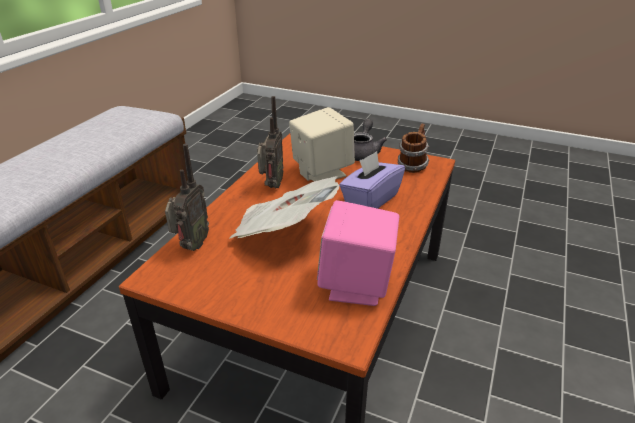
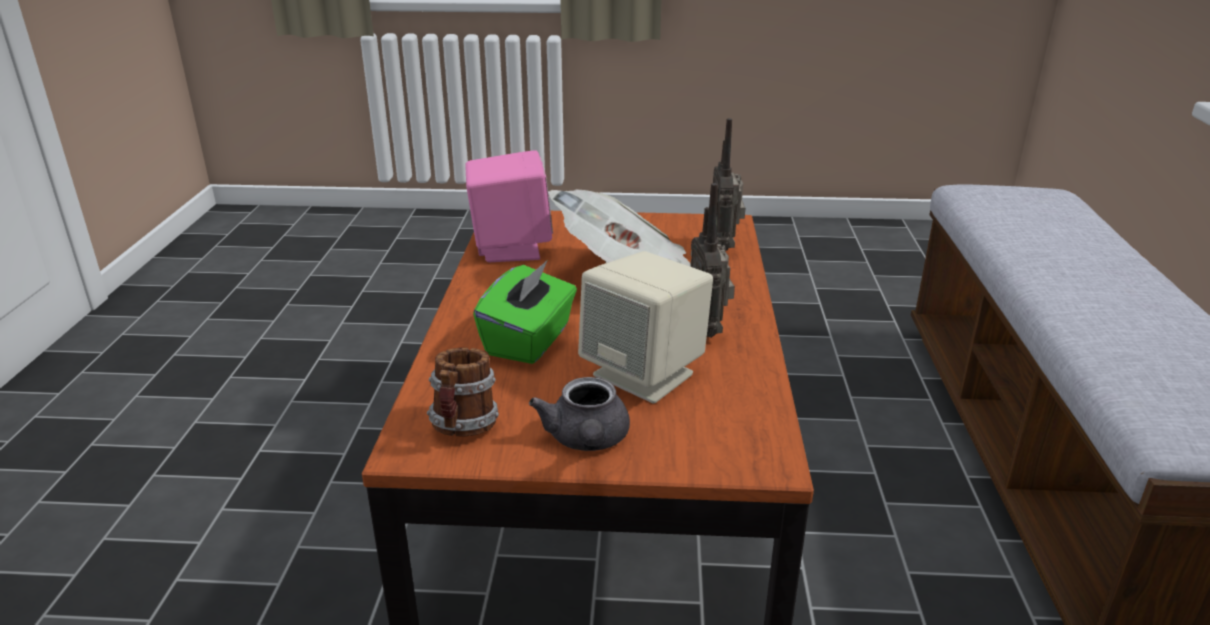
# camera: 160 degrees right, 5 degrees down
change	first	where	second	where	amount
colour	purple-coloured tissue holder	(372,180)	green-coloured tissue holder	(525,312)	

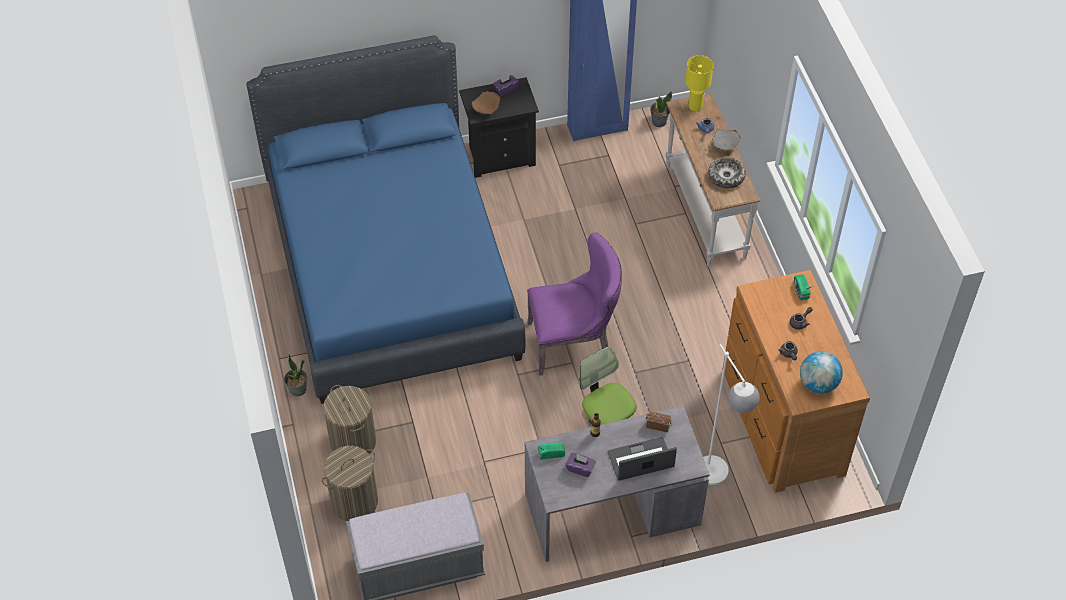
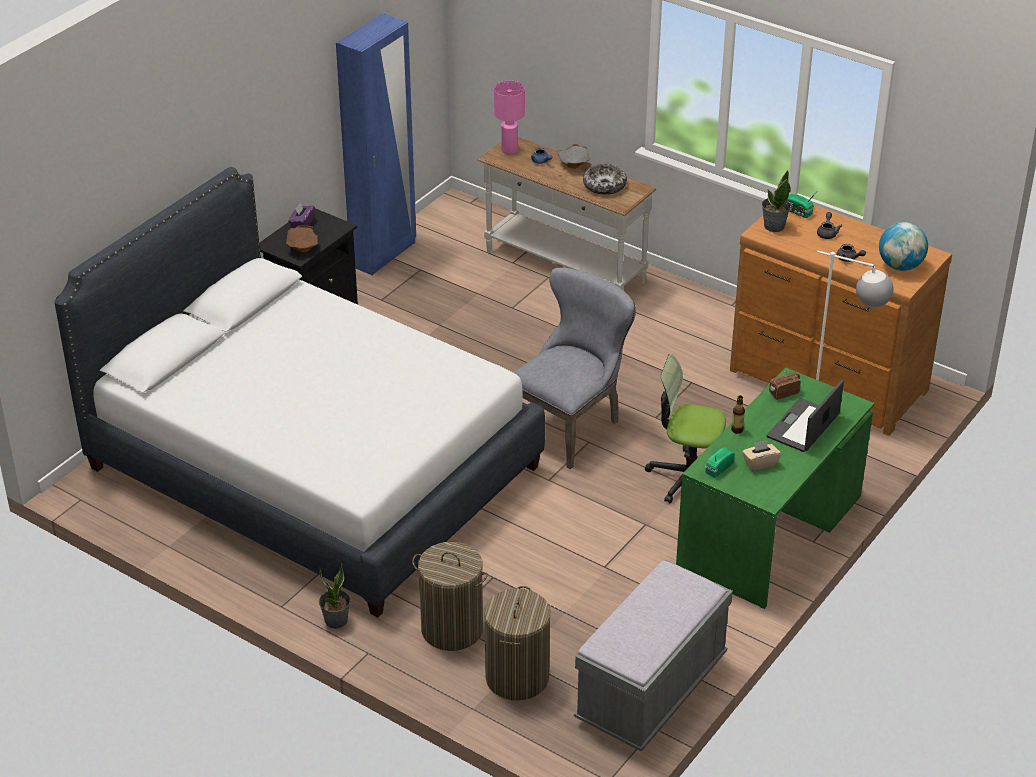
# camera: 40 degrees left, 15 degrees down
change	first	where	second	where	amount
colour	bluish sleeping bed	(386,219)	whitish sleeping bed	(299,392)	
colour	greyish desk unit	(617,484)	green-coloured desk unit	(775,488)	
colour	purple-coloured chair	(574,304)	greyish chair	(574,368)	
colour	purple-coloured tissue holder	(581,465)	beige-coloured tissue holder	(761,455)	
relocated	houseplant	(661,109)		(776,201)	
colour	yellowish lamp for a table	(699,83)	pinkish lamp for a table	(509,117)	

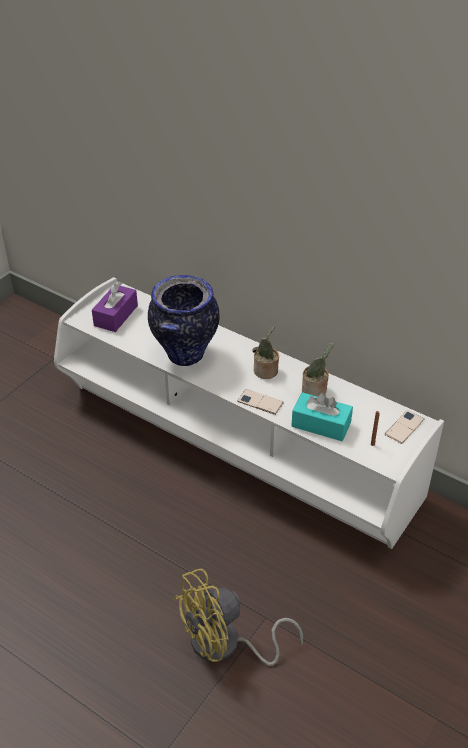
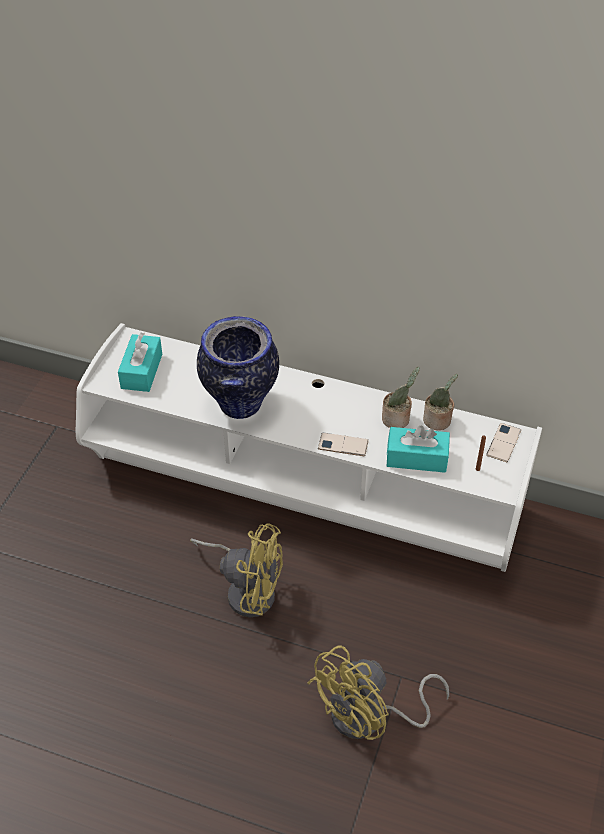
# camera: 15 degrees left, 5 degrees up
change	first	where	second	where	amount
colour	purple-coloured tissue holder	(115,307)	turquoise tissue holder	(140,362)	
relocated	houseplant	(266,352)		(440,402)	
appeared			yellowish electric fan	(236,570)	

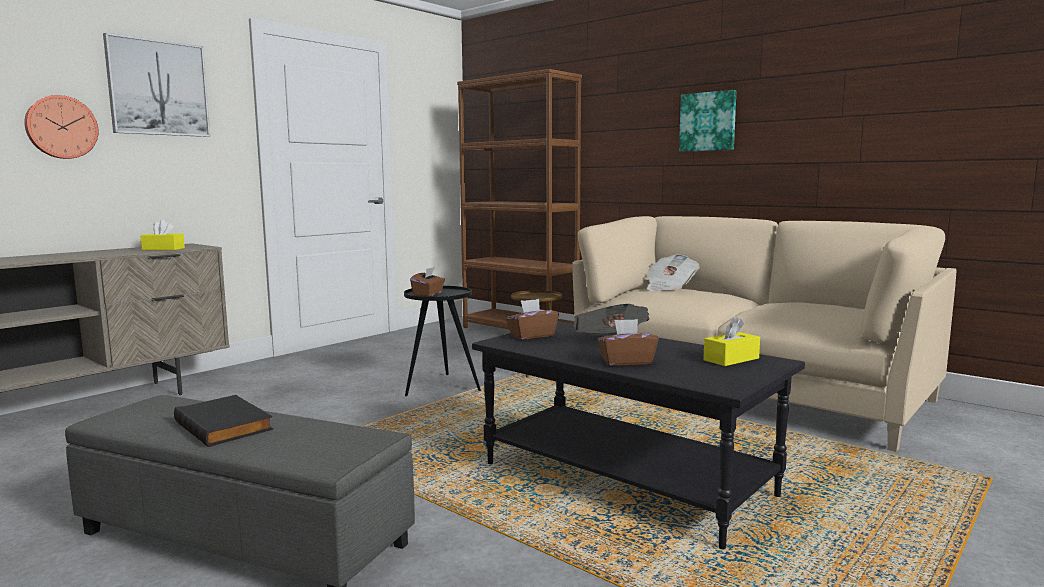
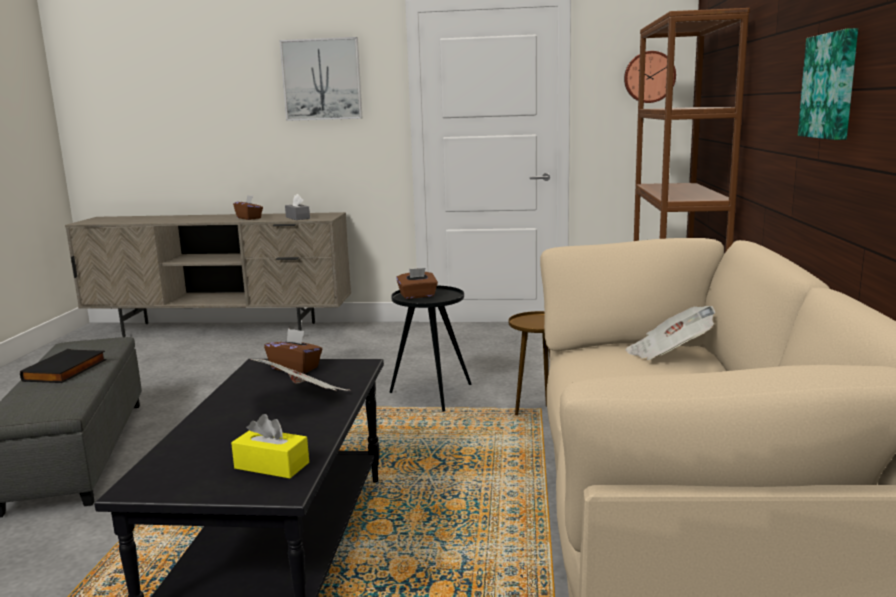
# camera: 55 degrees right, 5 degrees up
change	first	where	second	where	amount
relocated	clock on the wall	(61,127)		(650,77)	
colour	yellowish tissue holder	(162,235)	greyish tissue holder	(297,207)	
relocated	brown-coloured tissue holder	(628,342)		(248,208)	

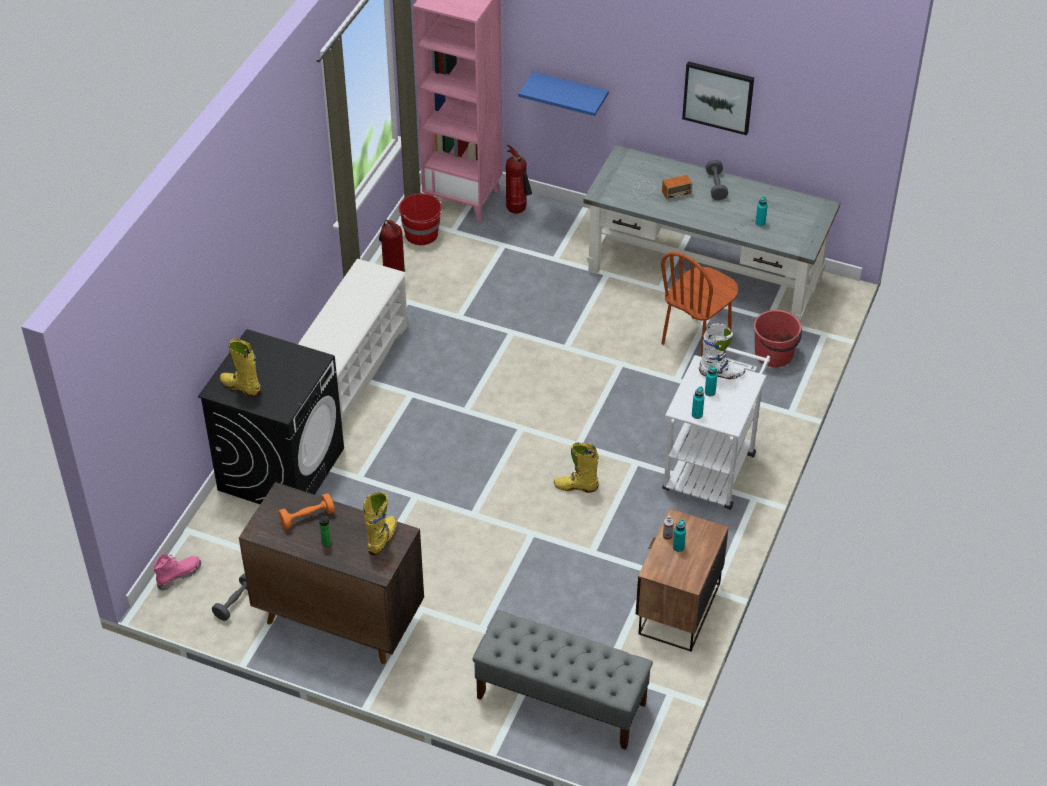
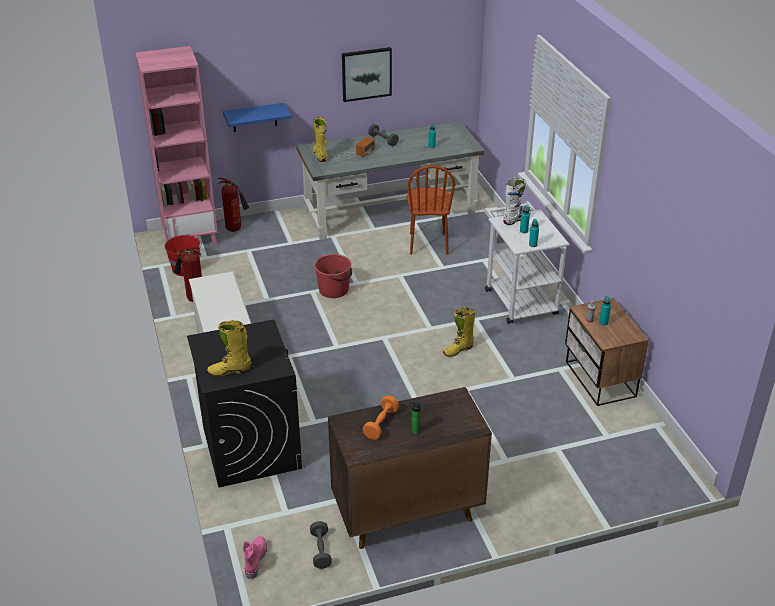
# camera: 40 degrees left, 10 degrees down
change	first	where	second	where	amount
relocated	yellowish tall boot	(380,523)		(320,139)	
missing	greyish long seat	(562,680)			
relocated	reddish pail	(778,338)		(333,276)	

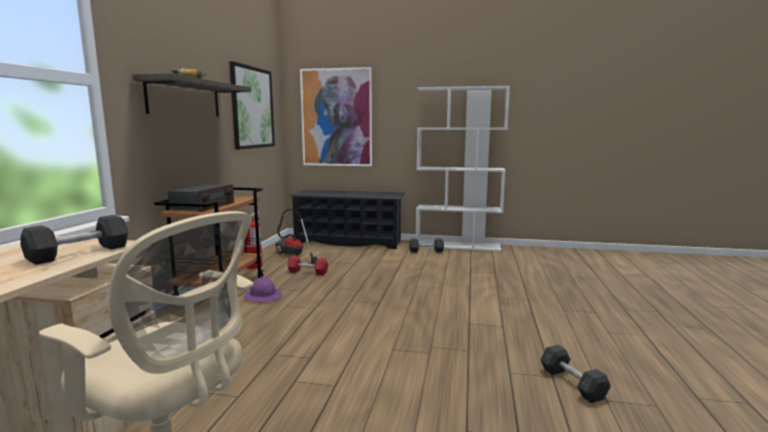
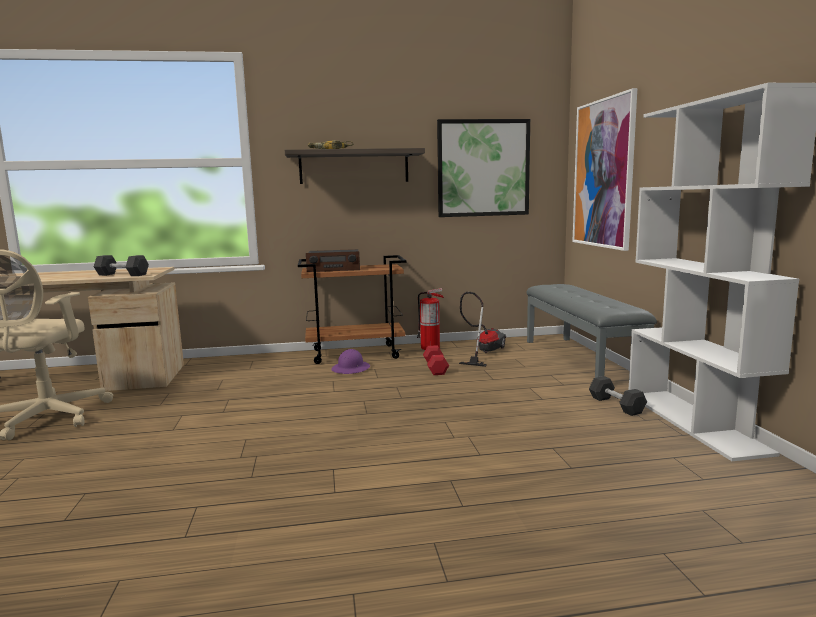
# camera: 70 degrees right, 0 degrees up
change	first	where	second	where	amount
exchanged	black shoe rack	(347,219)	greyish long seat	(591,330)	
missing	greyish dumbbell	(575,374)			

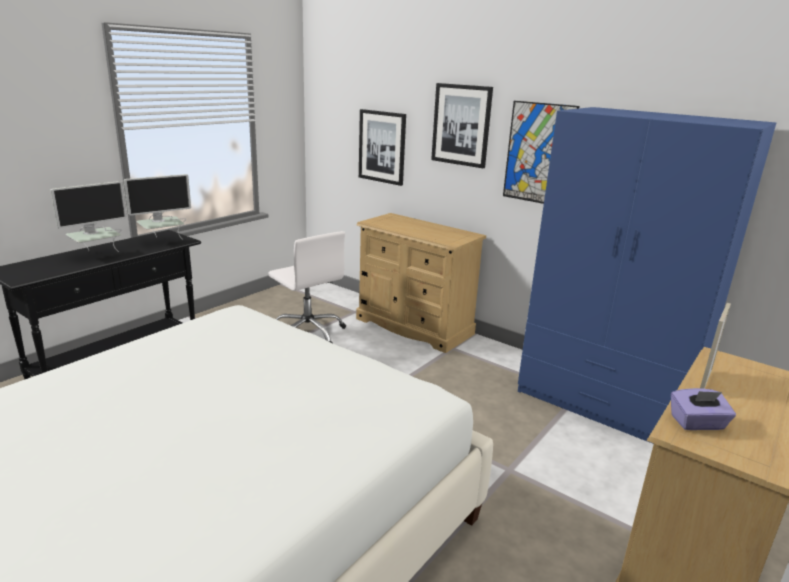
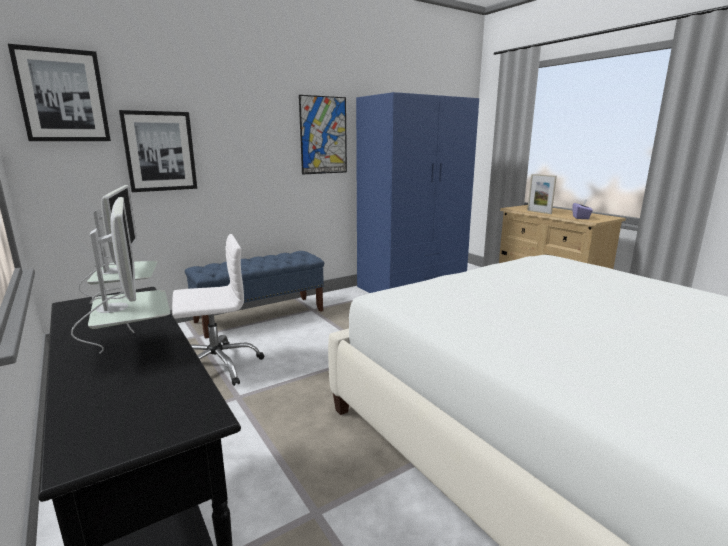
# camera: 70 degrees left, 5 degrees down
change	first	where	second	where	amount
exchanged	beige-coloured dresser	(421,283)	bluish long seat	(254,295)	
relocated	picture	(462,125)		(59,92)	

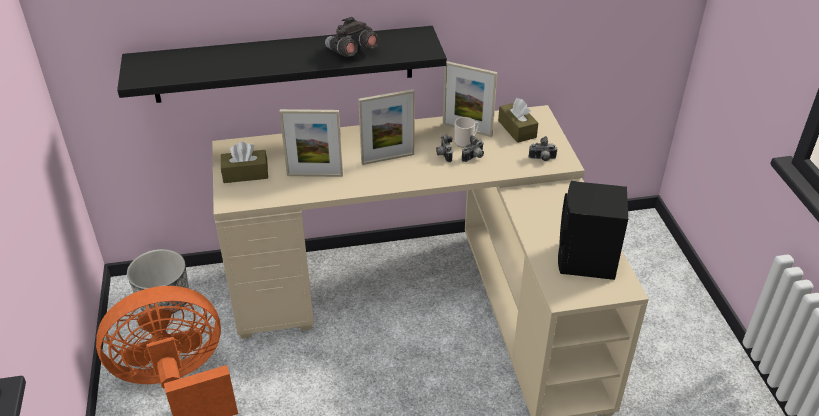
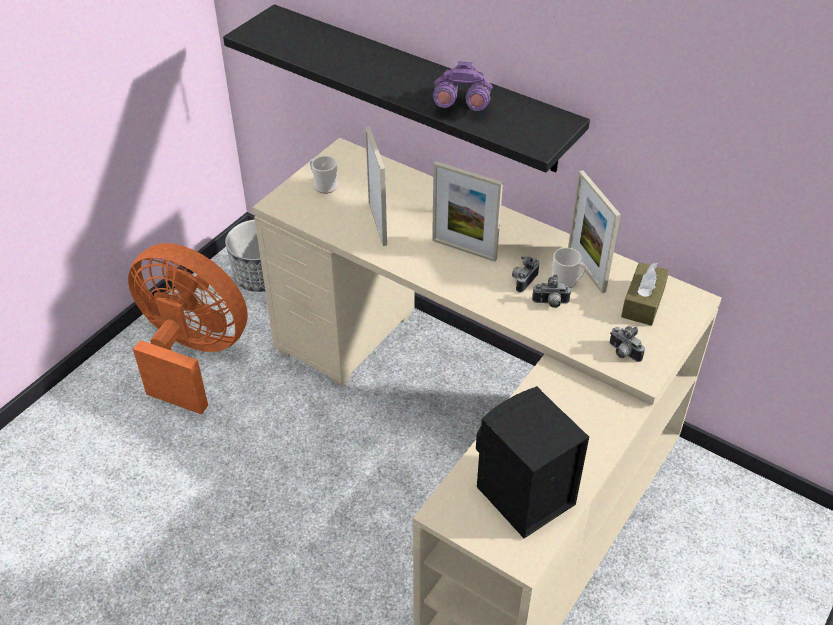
# camera: 45 degrees right, 5 degrees up
change	first	where	second	where	amount
exchanged	brown-coloured tissue holder	(244,162)	coffee mug	(323,175)	
spun	photo frame	(311,143)		(376,186)	150 degrees counterclockwise
colour	greyish pair of binoculars	(352,37)	purple-coloured pair of binoculars	(463,86)	

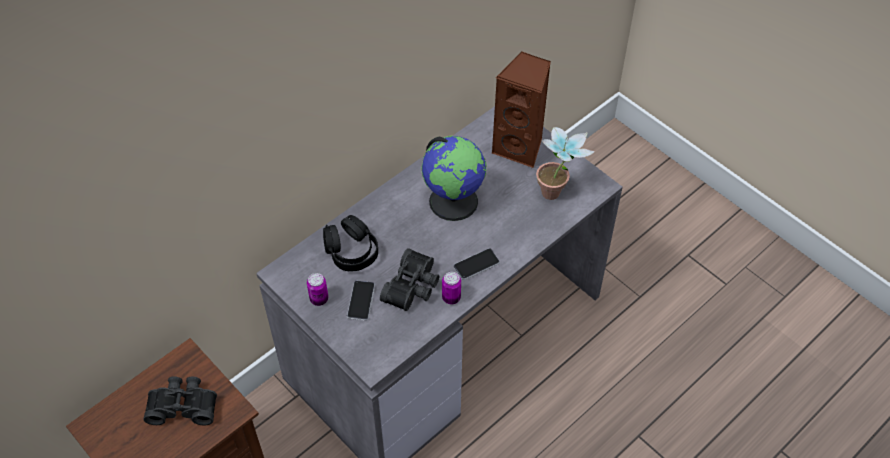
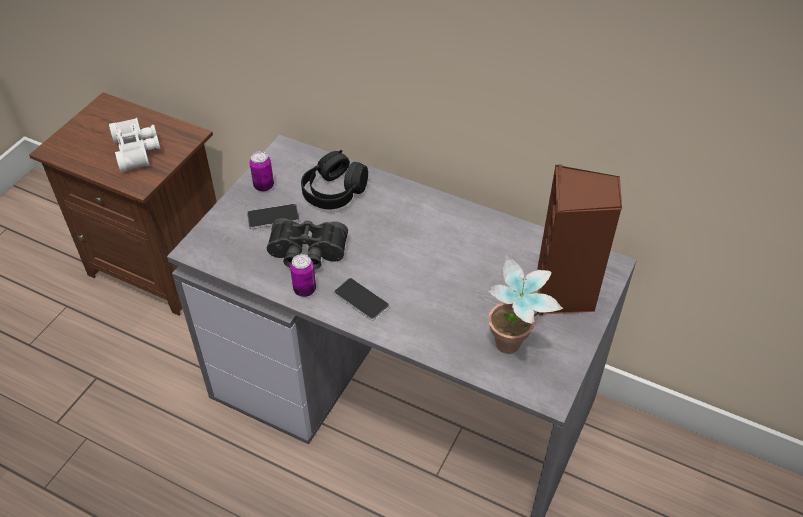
# camera: 70 degrees right, 5 degrees down
change	first	where	second	where	amount
colour	black pair of binoculars	(180,400)	whitish pair of binoculars	(134,145)	
missing	globe	(454,178)			

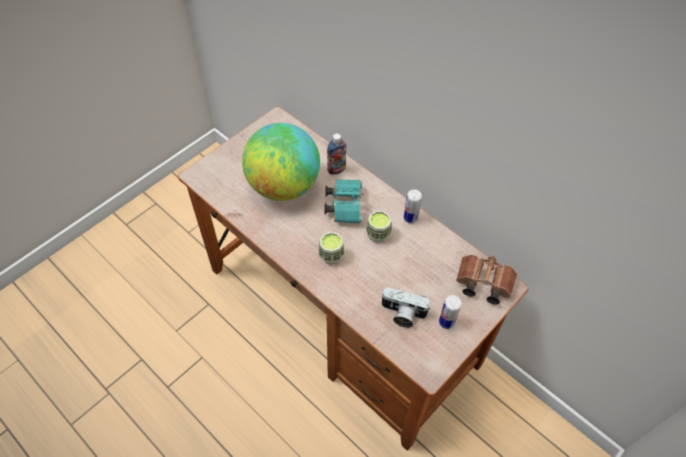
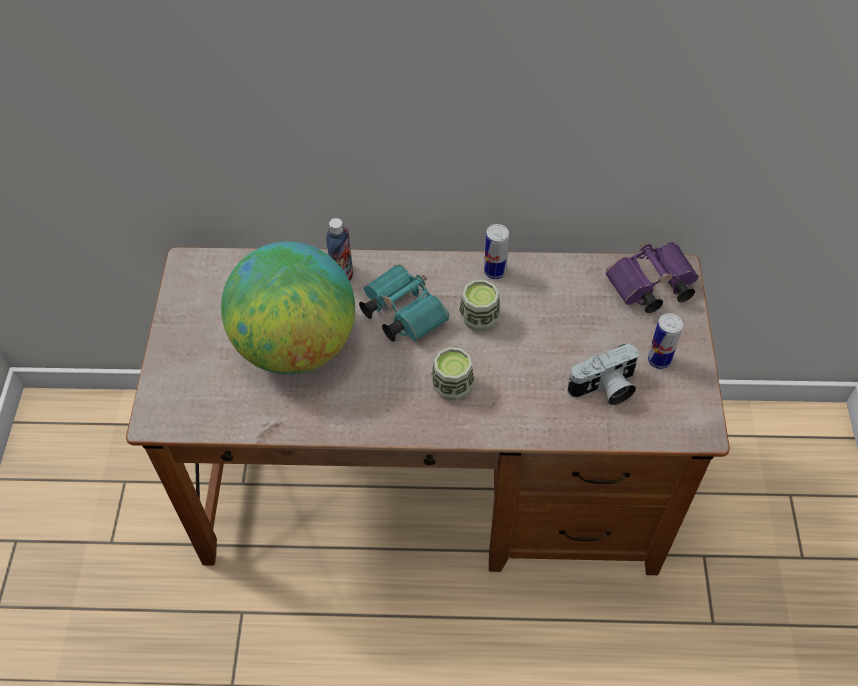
# camera: 40 degrees left, 0 degrees up
change	first	where	second	where	amount
colour	brown-coloured pair of binoculars	(486,279)	purple-coloured pair of binoculars	(652,277)	

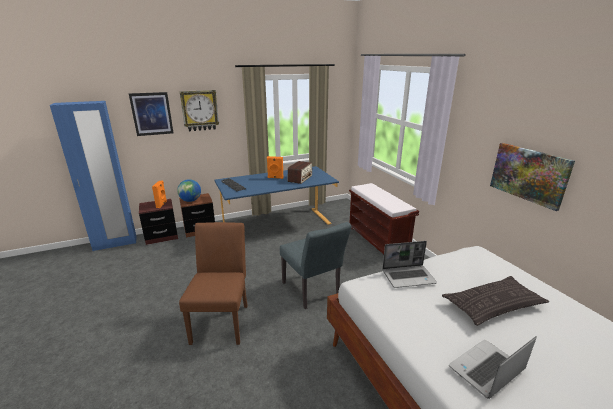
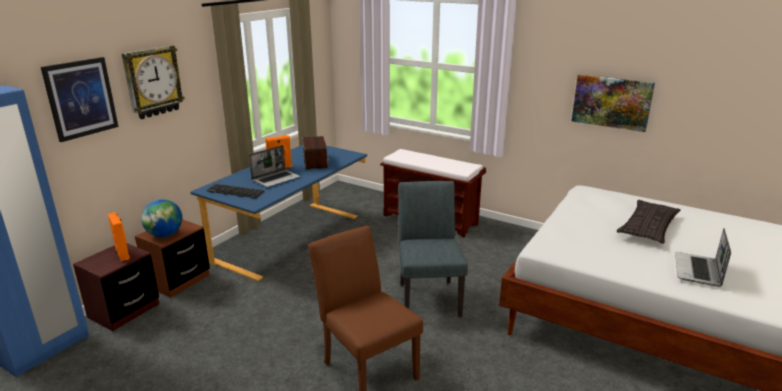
# camera: 35 degrees left, 0 degrees up
change	first	where	second	where	amount
spun	greyish chair	(316,265)		(433,249)	120 degrees counterclockwise
relocated	portable computer	(409,264)		(274,166)	

